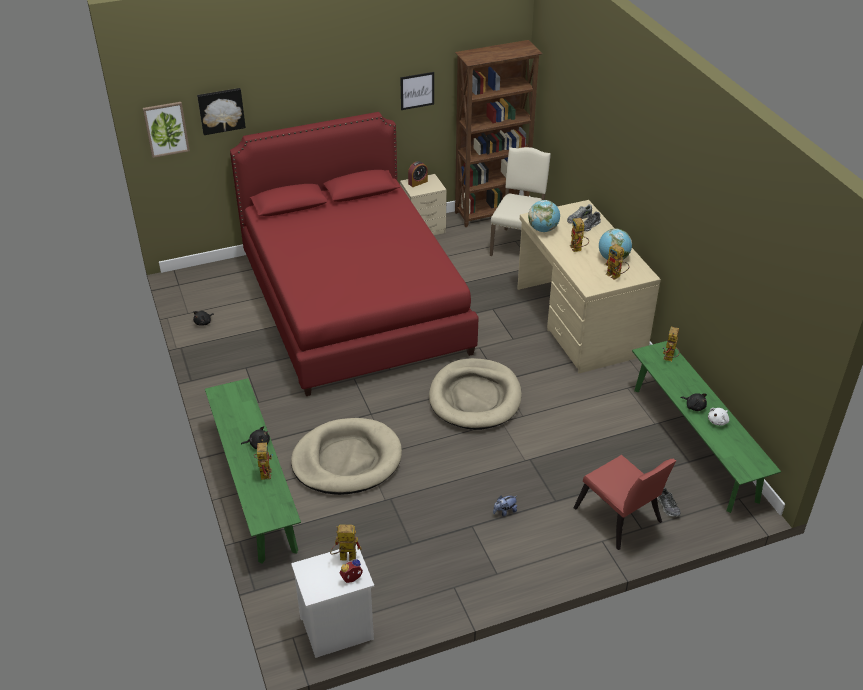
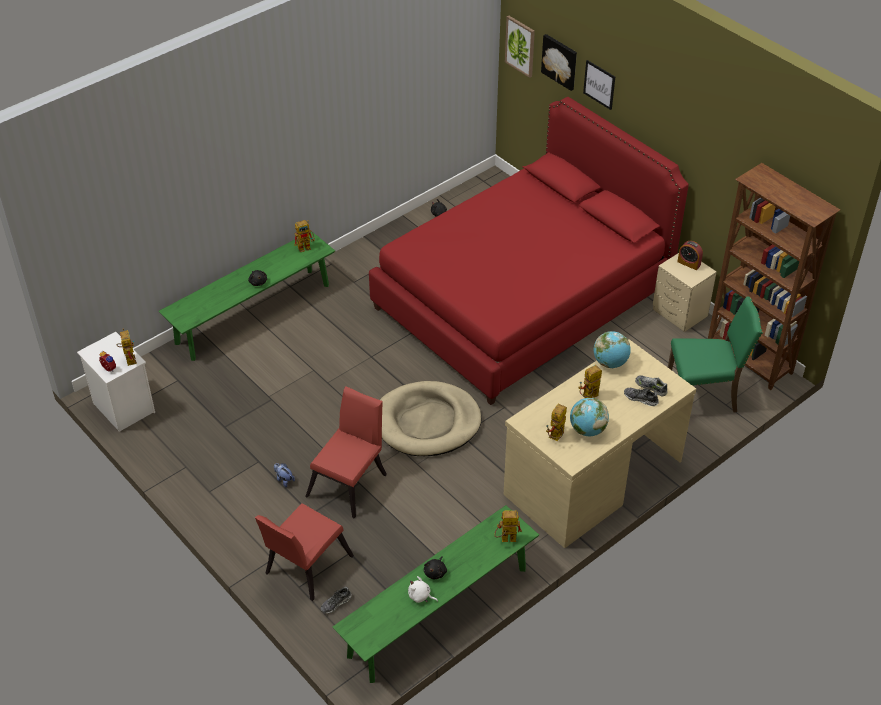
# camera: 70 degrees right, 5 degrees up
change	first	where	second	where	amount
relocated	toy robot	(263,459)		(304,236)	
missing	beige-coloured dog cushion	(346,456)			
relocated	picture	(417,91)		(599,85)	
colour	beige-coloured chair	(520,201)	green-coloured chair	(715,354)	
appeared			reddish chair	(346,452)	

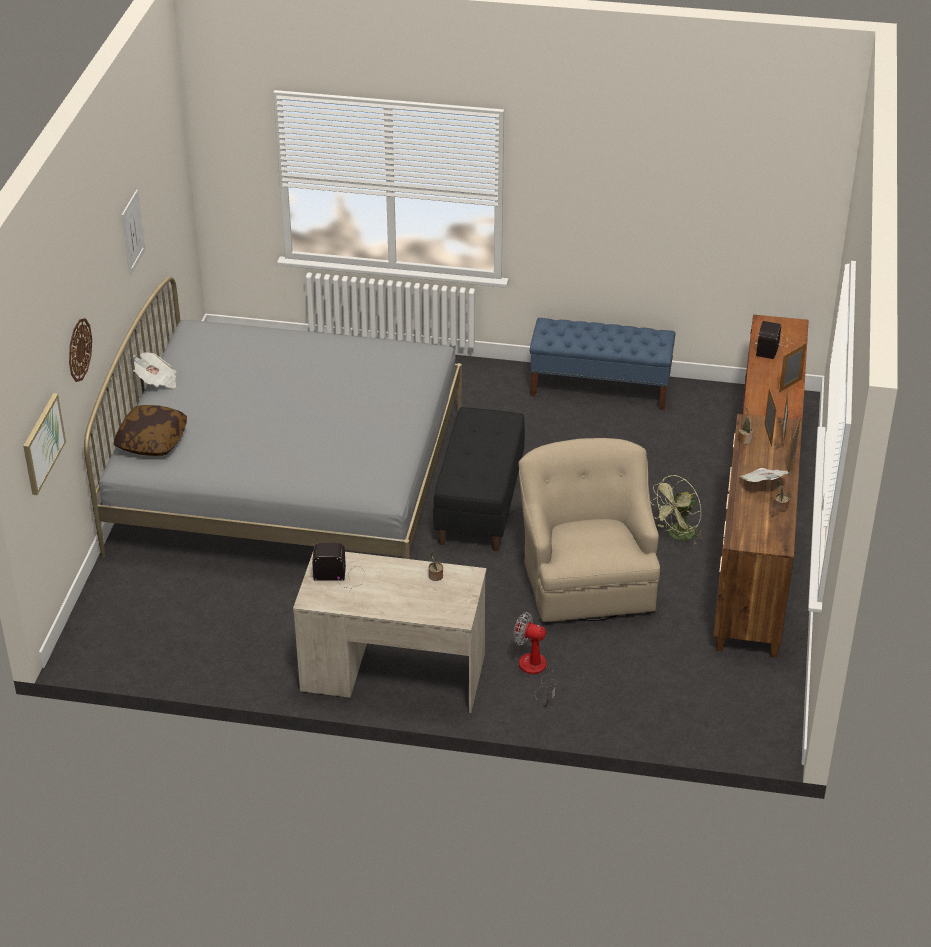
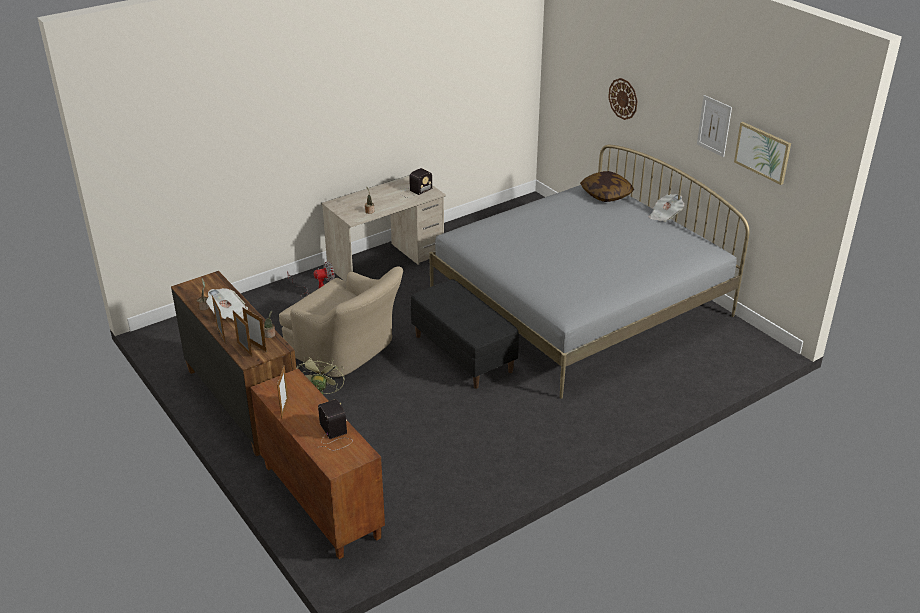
# camera: 135 degrees right, 5 degrees down
change	first	where	second	where	amount
relocated	picture	(44,444)		(762,153)	
missing	bluish long seat	(602,364)			

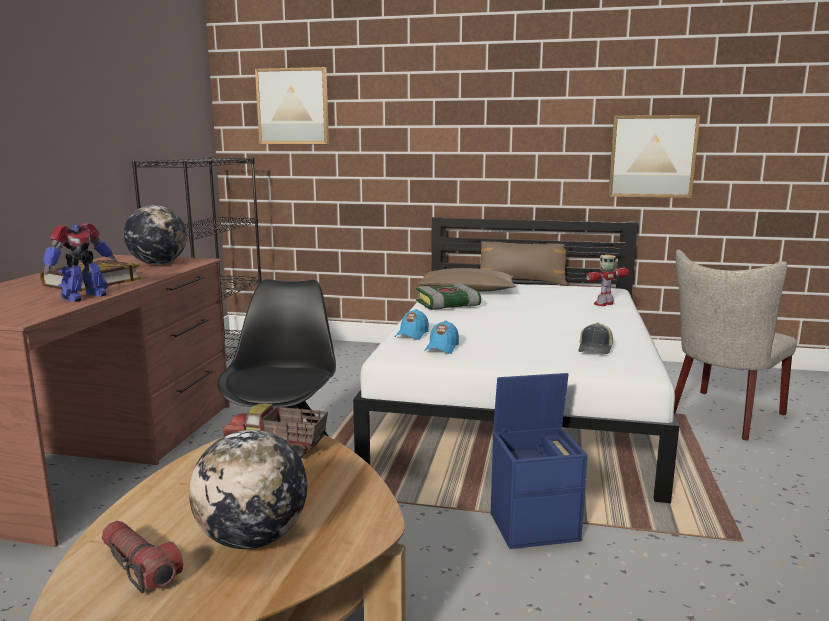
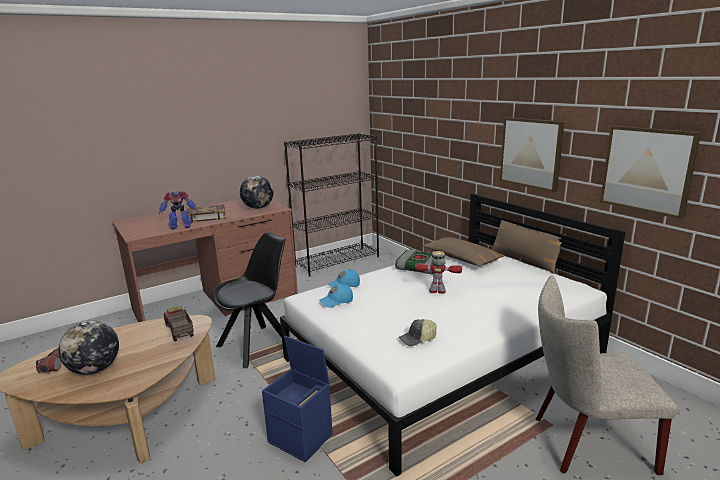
# camera: 45 degrees right, 5 degrees up
change	first	where	second	where	amount
relocated	picture	(292,105)		(532,154)	
relocated	toy robot	(607,280)		(438,272)	

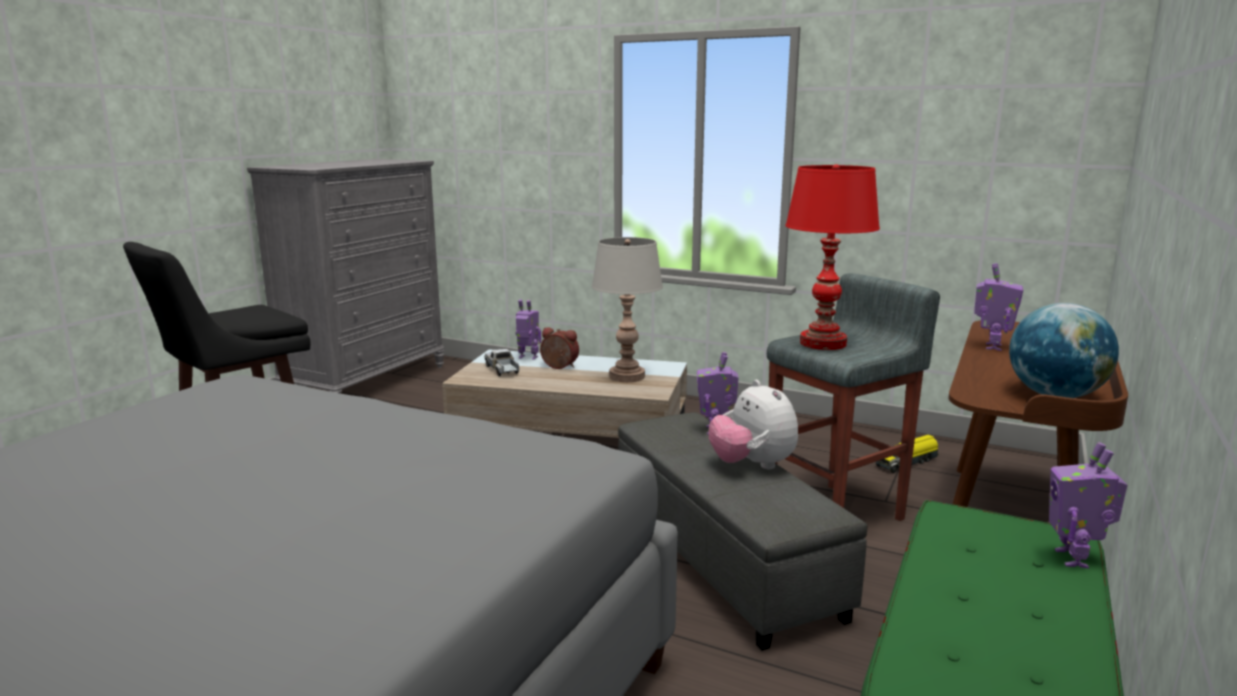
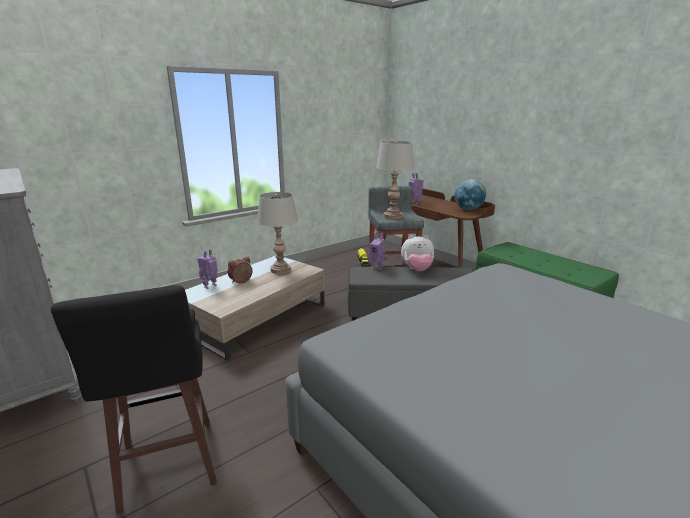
# camera: 65 degrees left, 5 degrees up
change	first	where	second	where	amount
missing	model truck	(501,362)			
colour	reddish lamp for a table	(832,257)	greyish lamp for a table	(395,180)	
missing	toy robot	(1088,505)			

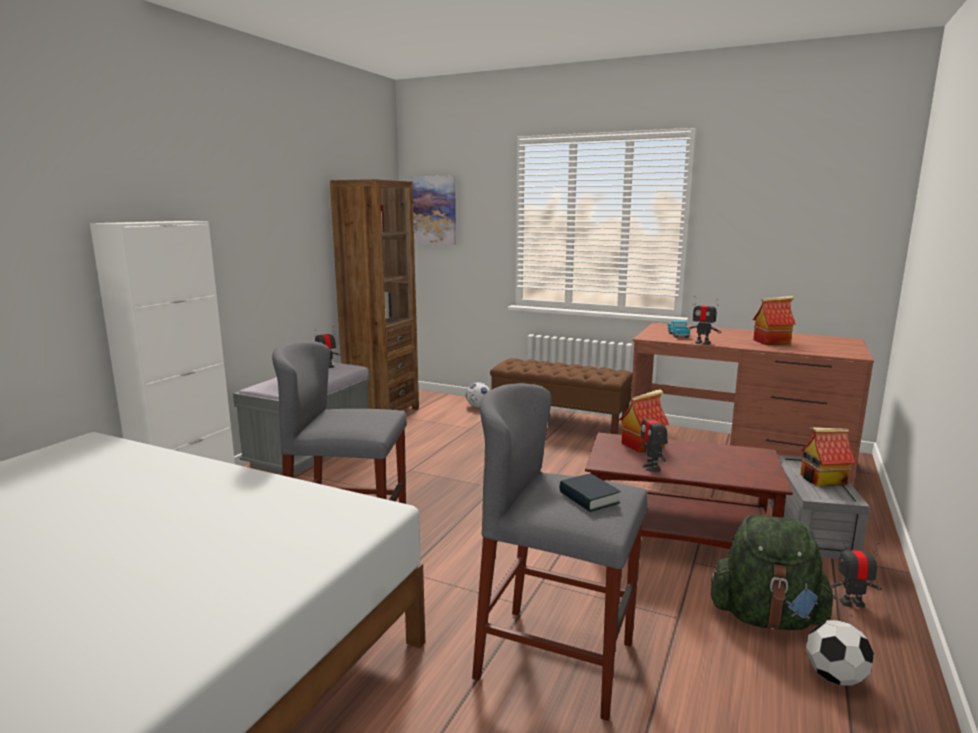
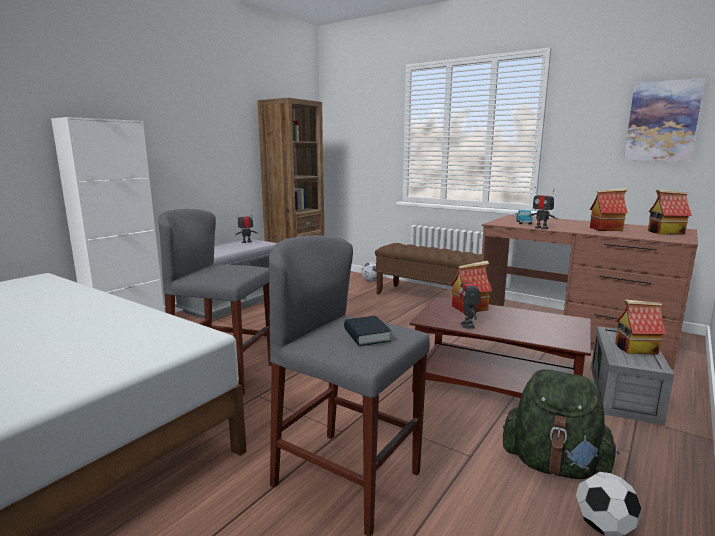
# camera: 10 degrees right, 0 degrees up
change	first	where	second	where	amount
relocated	picture	(432,210)		(664,119)	
missing	toy robot	(855,575)			
appeared			toy house	(670,212)	

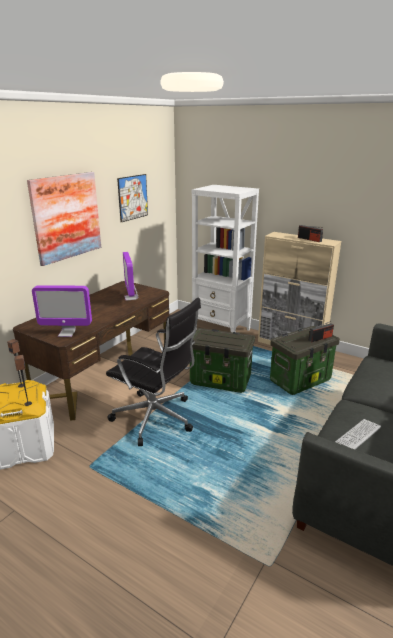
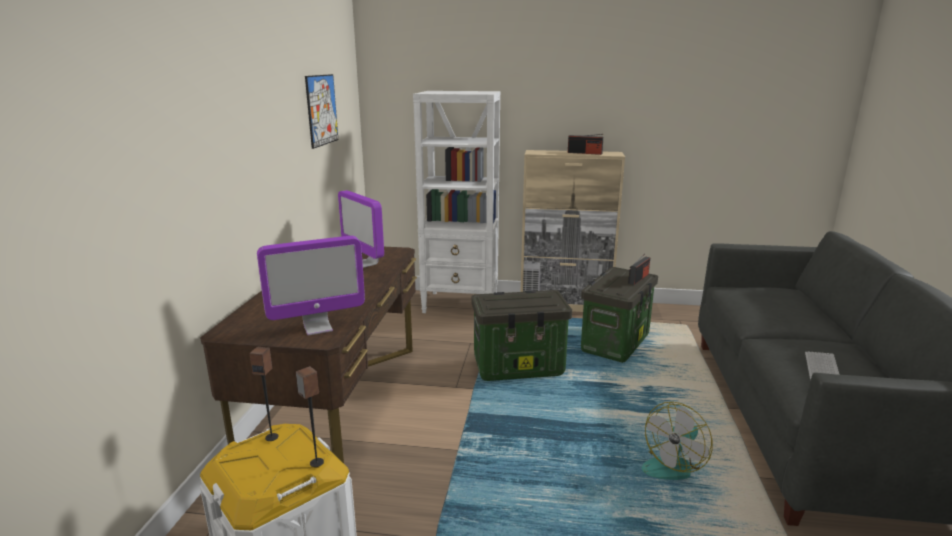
# camera: 25 degrees left, 5 degrees down
change	first	where	second	where	amount
missing	picture	(64,219)			
missing	black office chair	(153,372)			
appeared			electric fan	(677,441)	

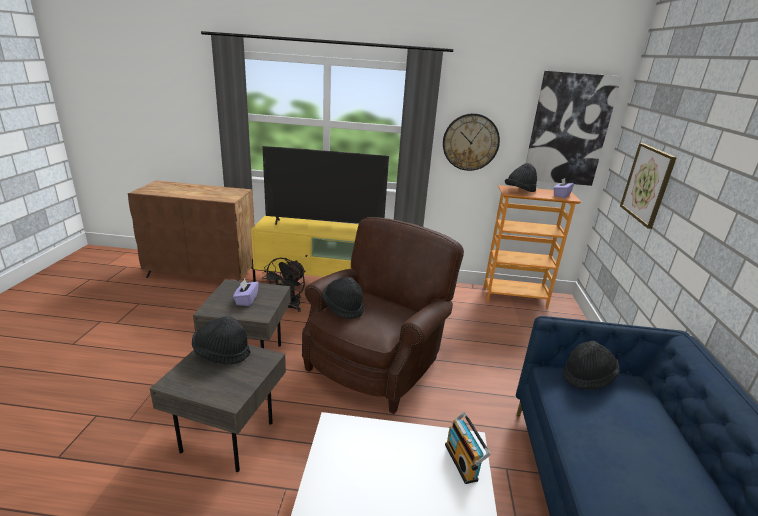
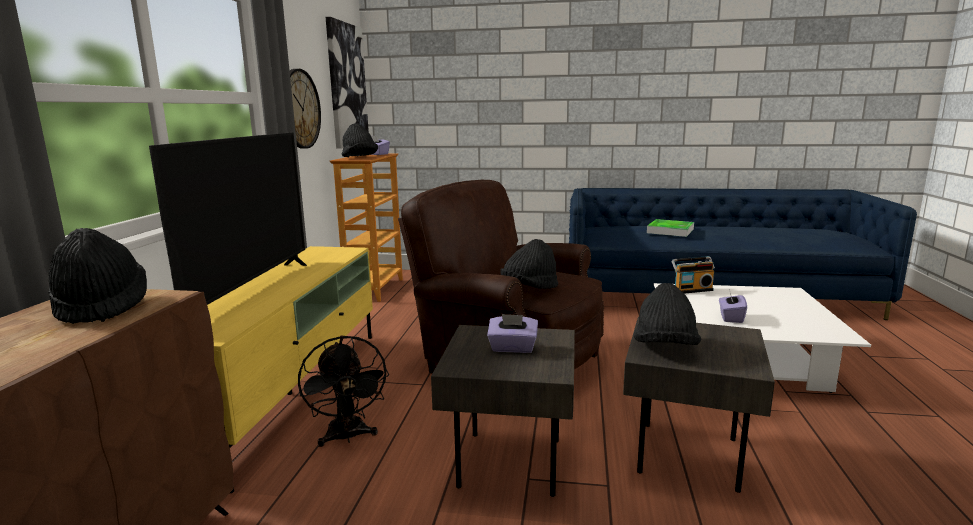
# camera: 85 degrees left, 10 degrees down
change	first	where	second	where	amount
spun	black electric fan	(284,285)		(343,391)	45 degrees clockwise
relocated	black hat	(591,365)		(97,276)	
missing	picture	(648,186)			
appeared			carrying tray	(670,228)	
appeared			purple-coloured tissue holder	(733,306)	

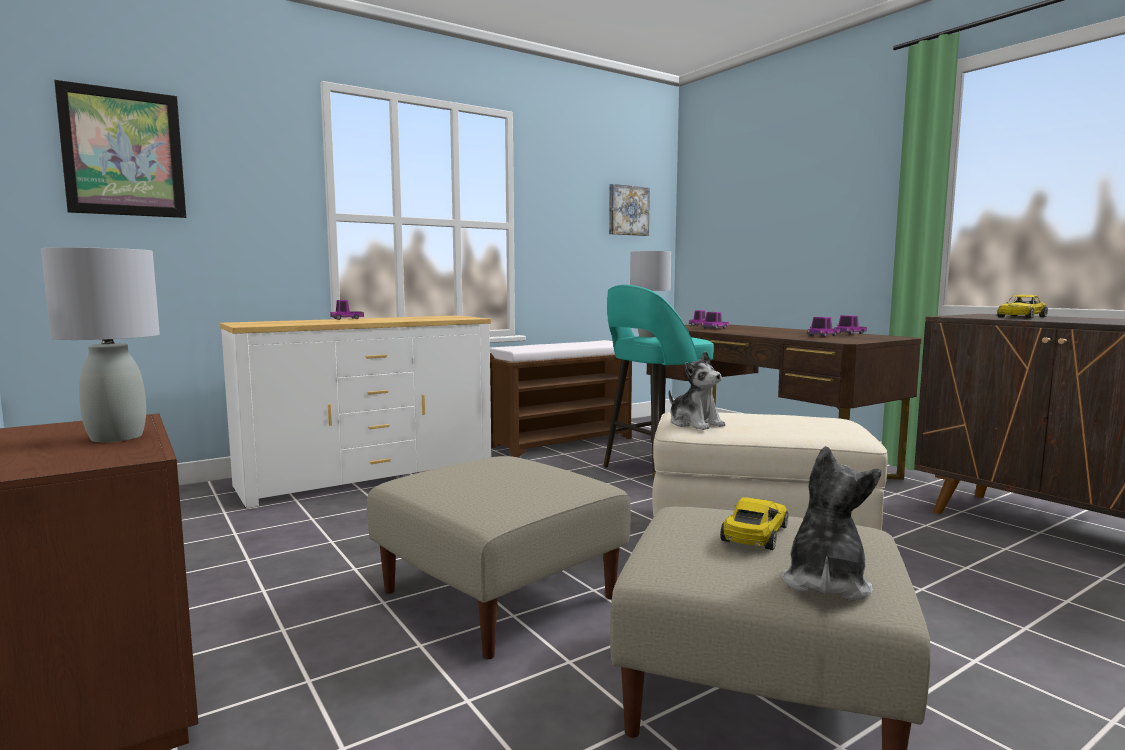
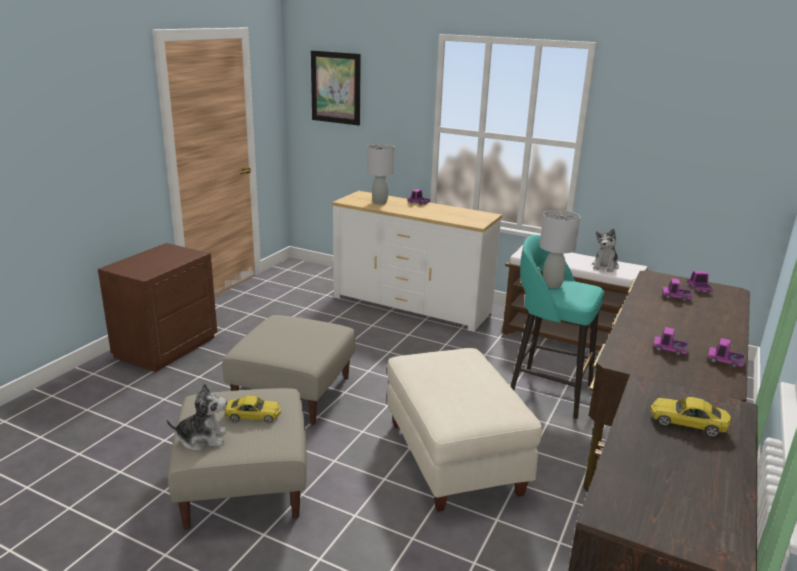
# camera: 60 degrees right, 15 degrees up
change	first	where	second	where	amount
relocated	greyish lamp for a table	(100,344)		(381,174)	
missing	picture	(629,210)			
relocated	plush toy	(697,390)		(605,251)	

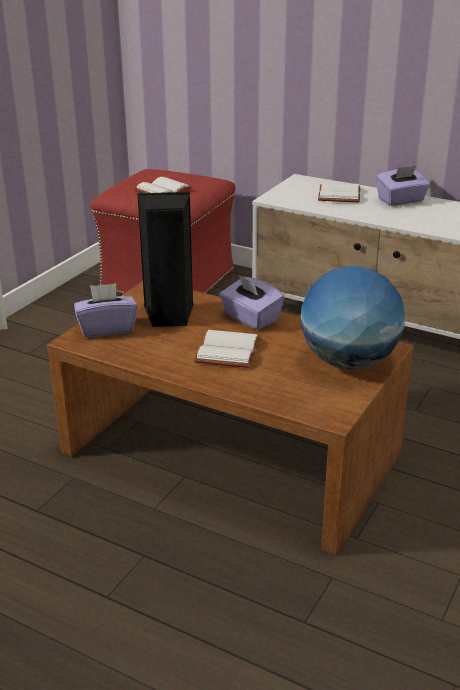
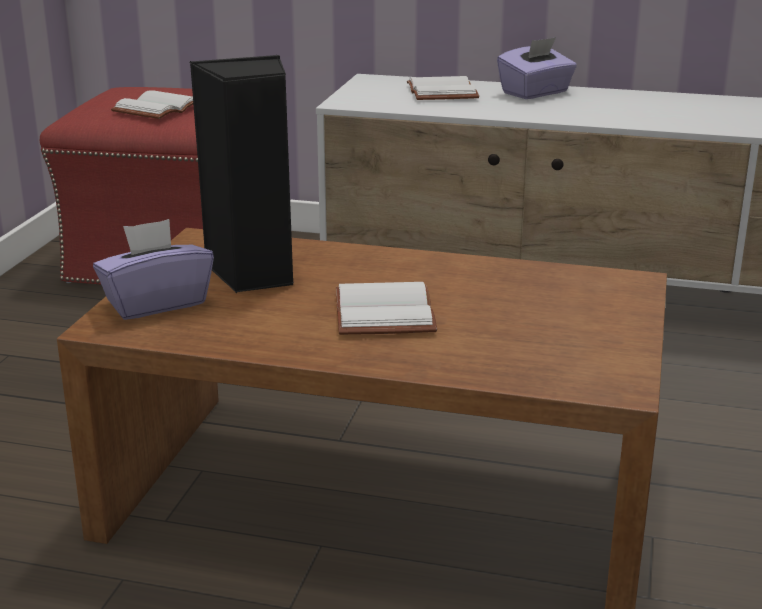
# camera: 15 degrees left, 5 degrees down
change	first	where	second	where	amount
missing	purple-coloured tissue holder	(251,302)			
missing	globe	(352,318)			

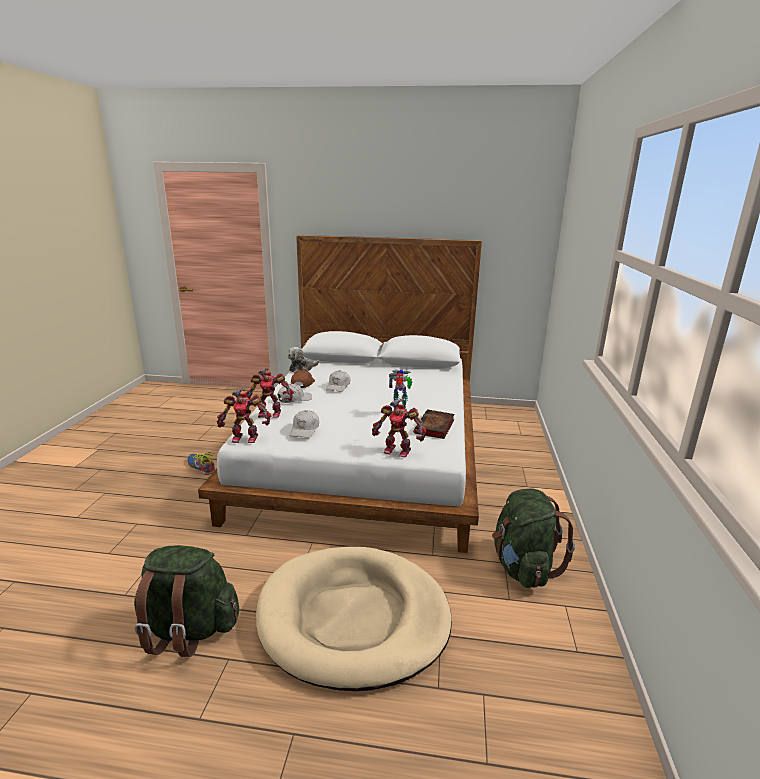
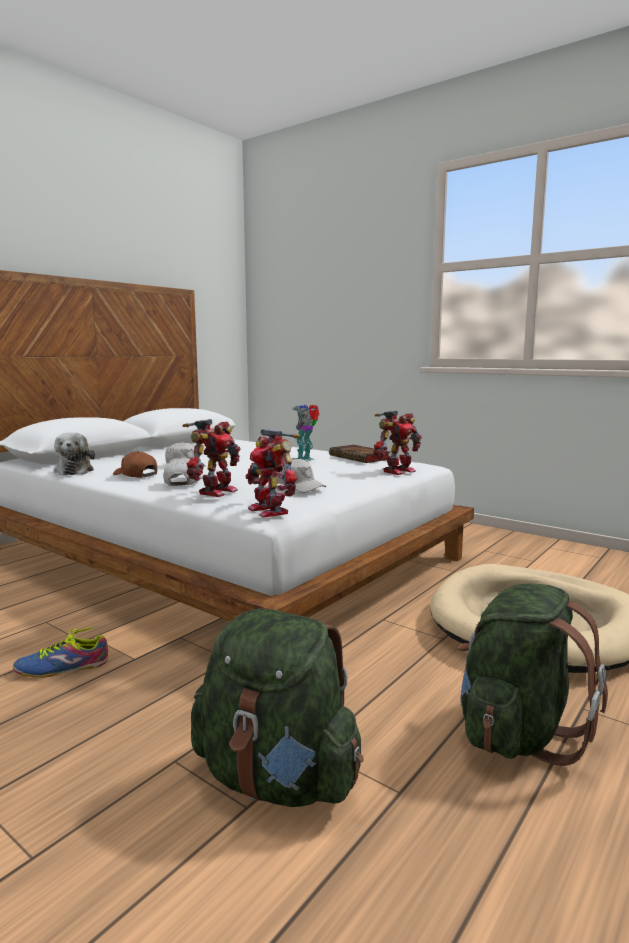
# camera: 60 degrees left, 10 degrees down
change	first	where	second	where	amount
spun	toy robot	(244,415)		(272,473)	120 degrees clockwise
relocated	green-coloured knapsack	(533,538)		(277,707)	

